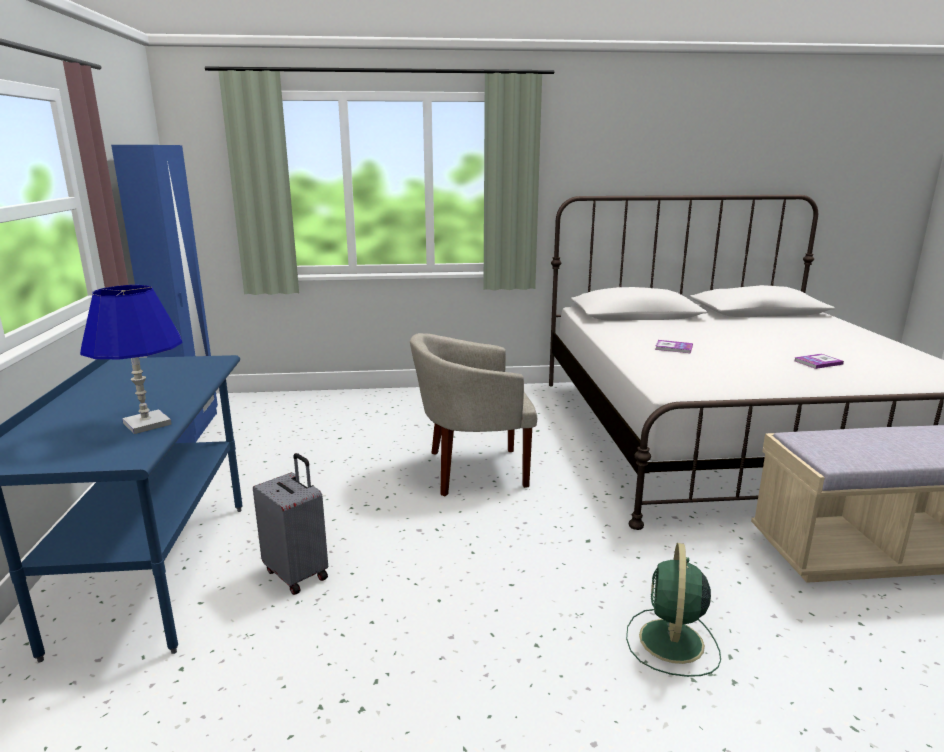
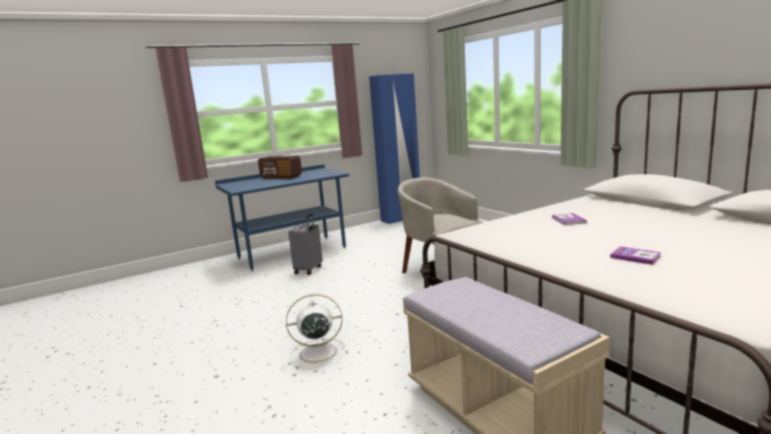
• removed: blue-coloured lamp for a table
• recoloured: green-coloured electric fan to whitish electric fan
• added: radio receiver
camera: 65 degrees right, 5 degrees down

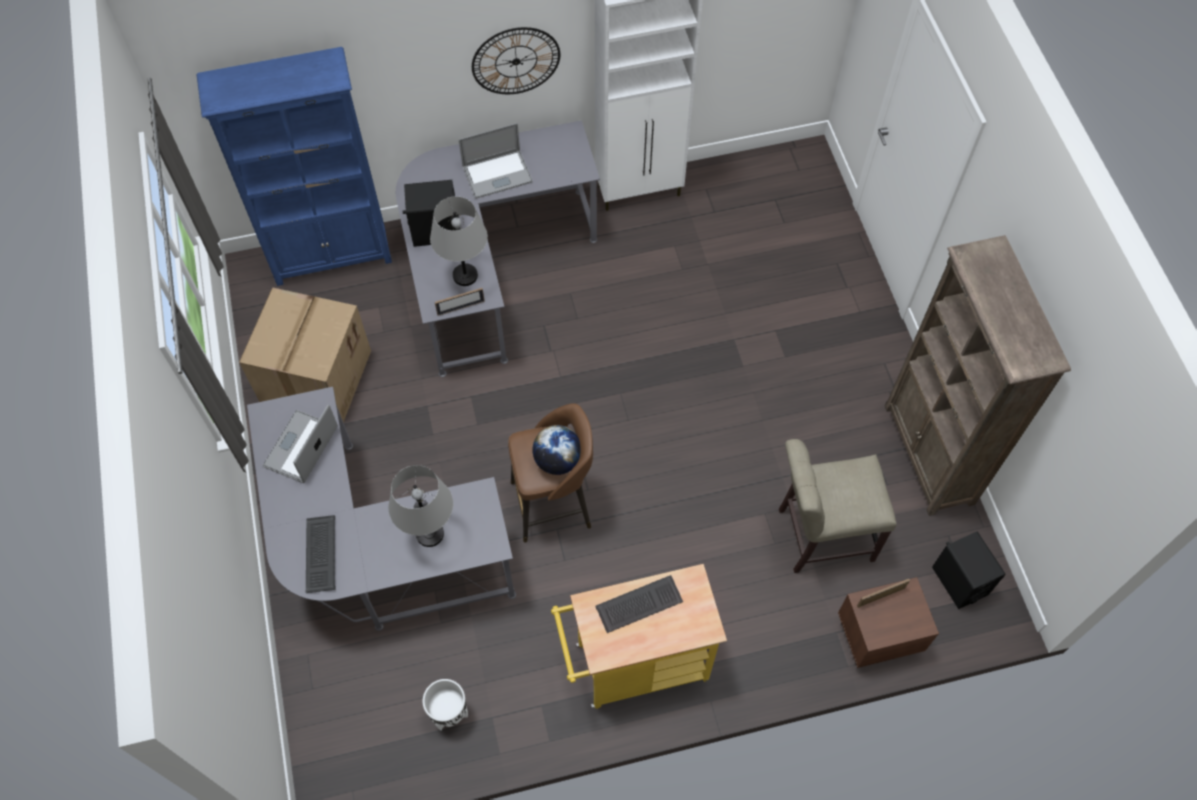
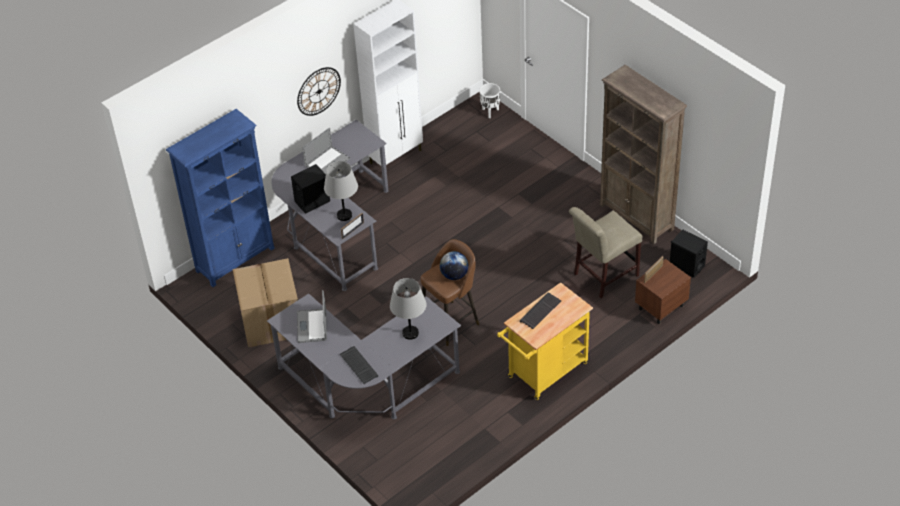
• moved: whitish plant pot
camera: 25 degrees left, 15 degrees down

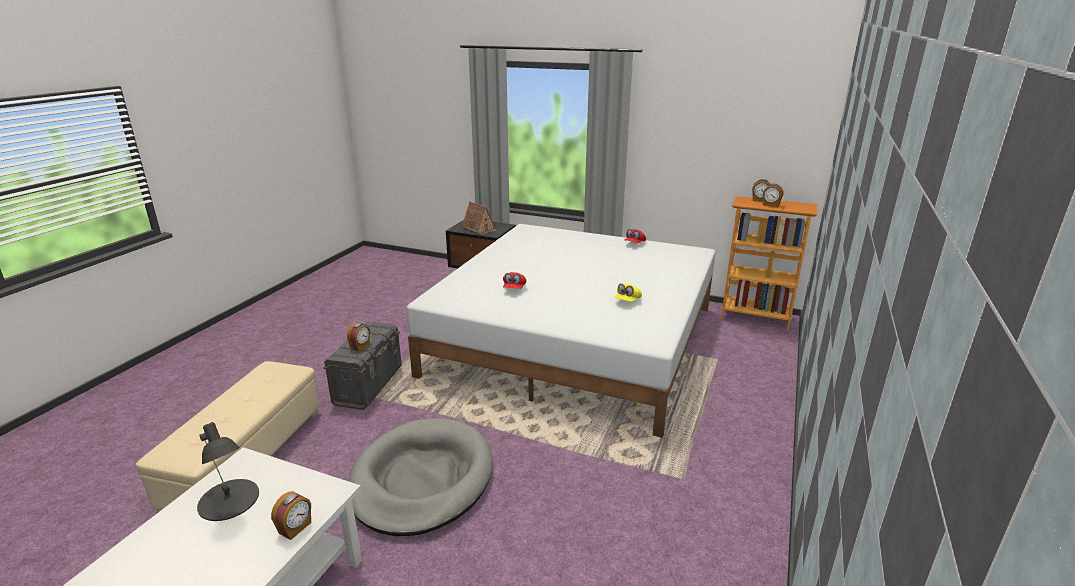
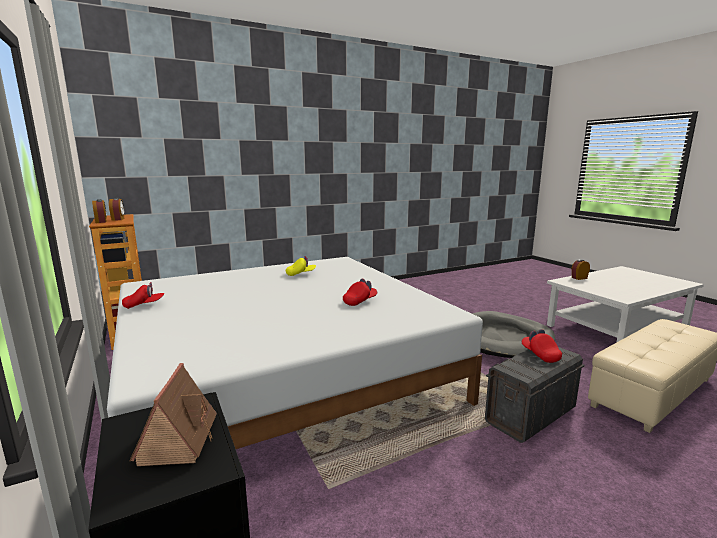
• replaced: bedside clock (2nd from left) to reddish cap (3rd from left)
• removed: blackish lamp for a table
camera: 140 degrees left, 10 degrees down

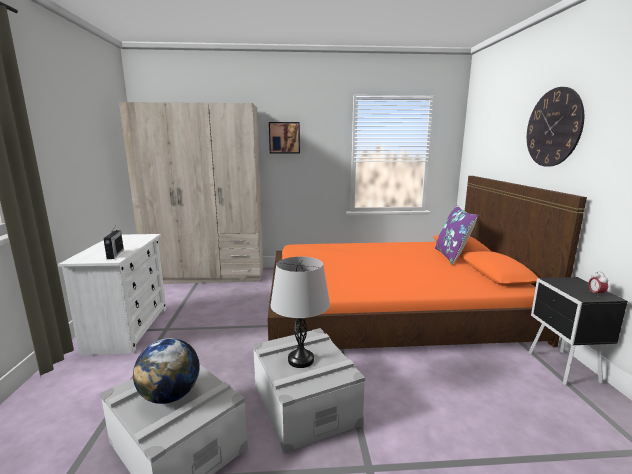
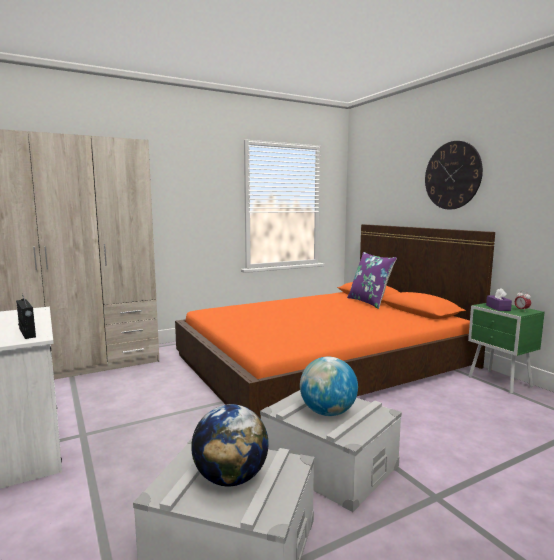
• removed: wall picture
• replaced: gray lamp for a table to globe (2nd from left)
• recoloured: blackish bedside table to green-coloured bedside table
• added: purplish tissue box
camera: 25 degrees left, 5 degrees down

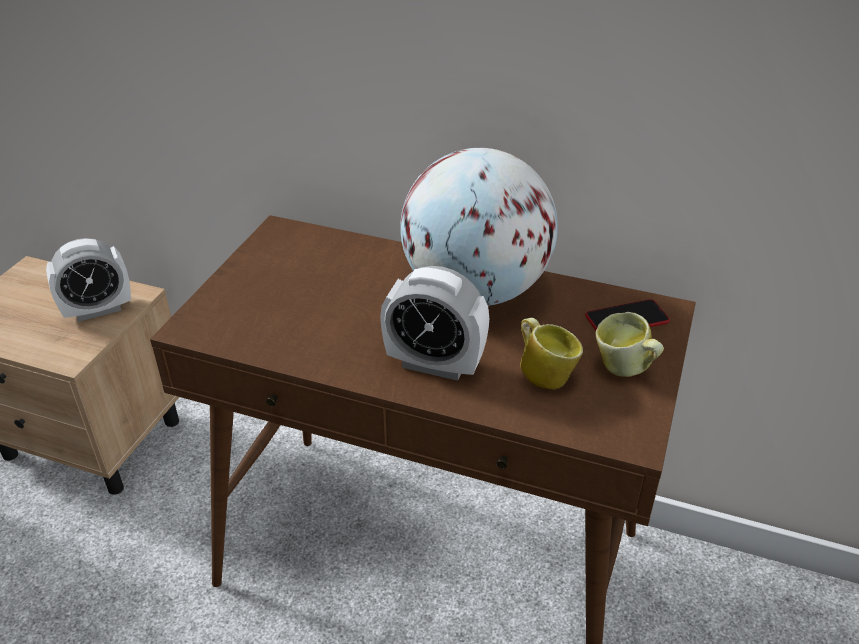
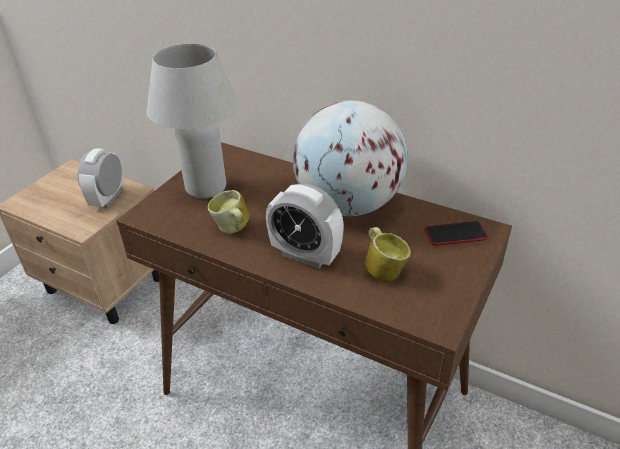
• turned: bedside clock (1st from left) 120 degrees clockwise
• moved: mug (2nd from left in the first image) to mug (1st from left)
• added: whitish lamp for a table
camera: 10 degrees right, 0 degrees up

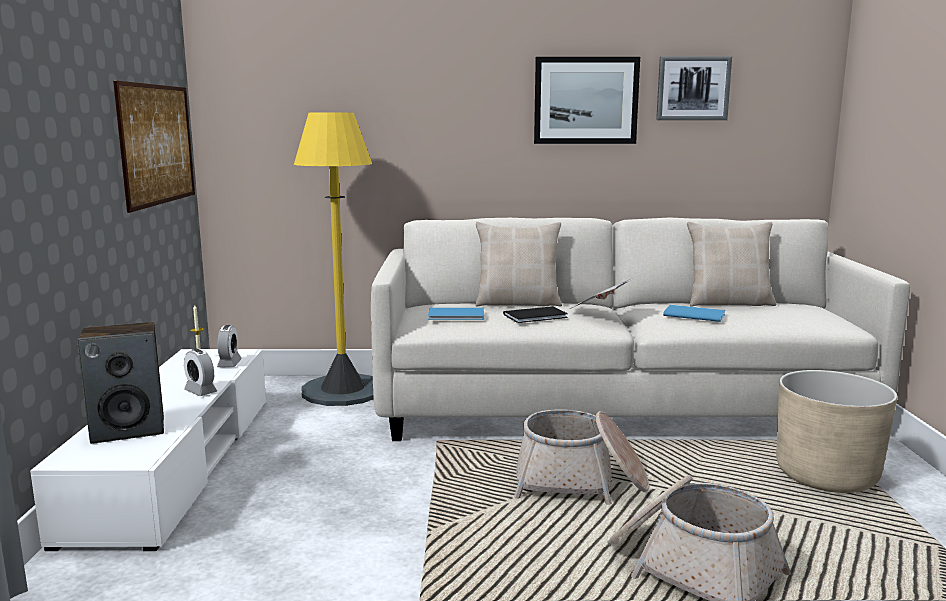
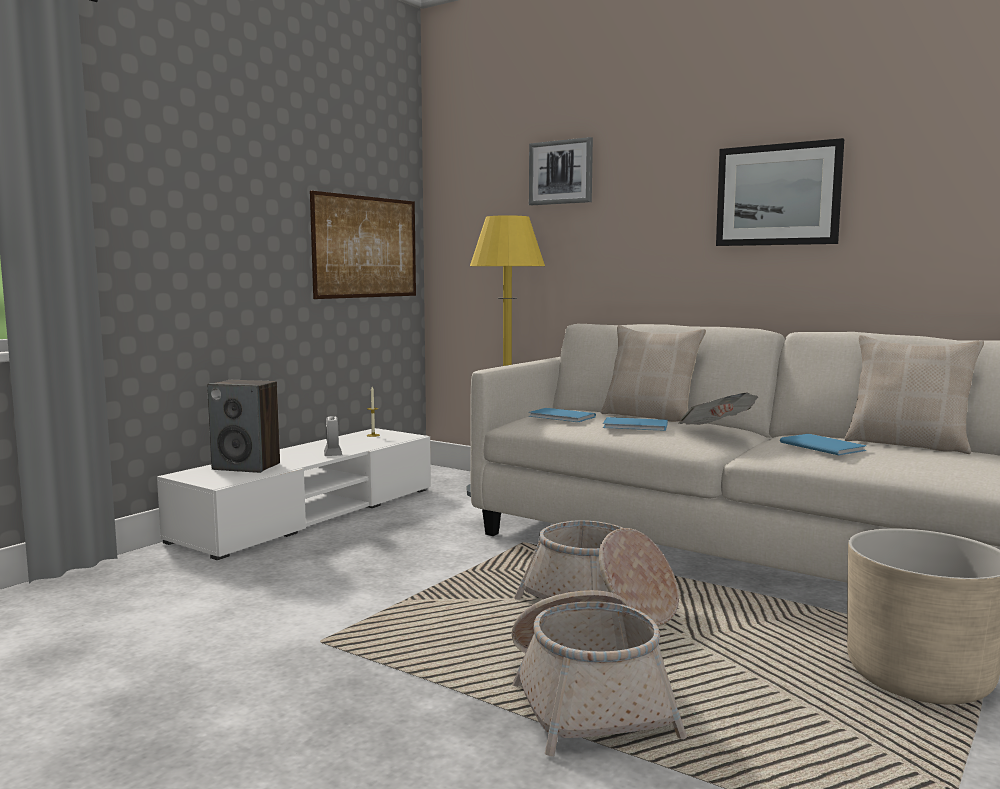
• moved: wall picture (3rd from left in the first image) to wall picture (2nd from left)
• recoloured: blackish bound book to blue-coloured bound book (2nd from left)
• removed: bedside clock (2nd from left)
camera: 35 degrees right, 5 degrees down

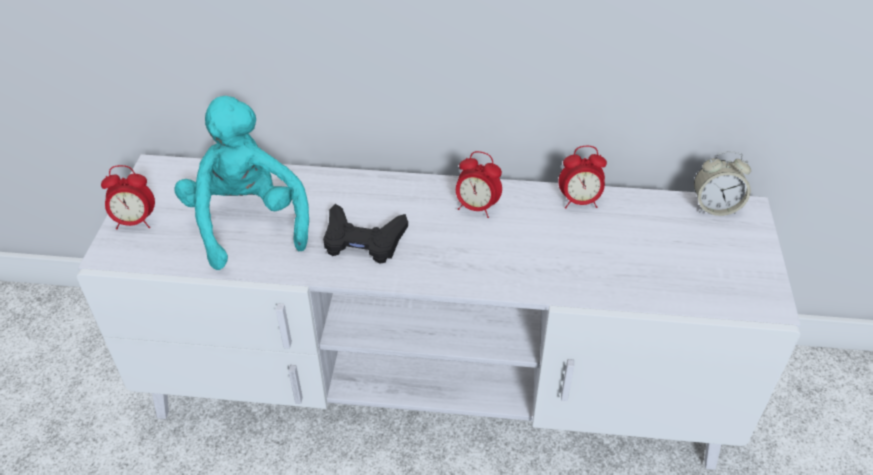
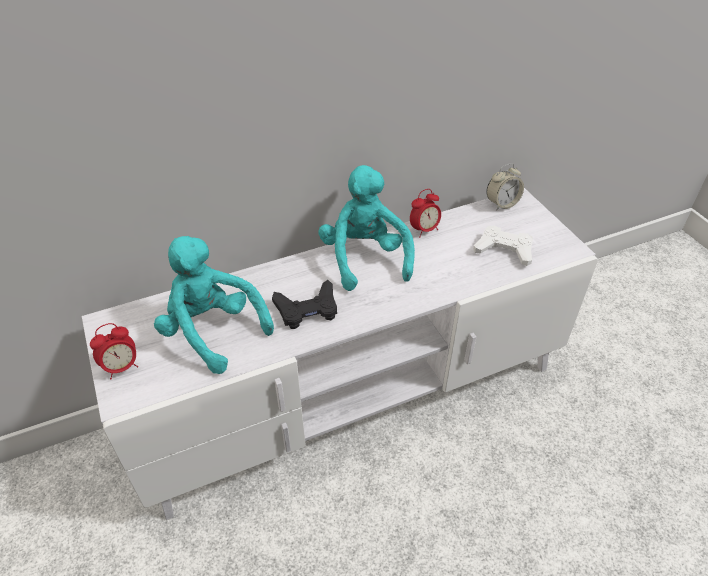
• replaced: bedside clock (2nd from left) to turquoise-coloured plush toy (2nd from left)
• added: whitish gamepad
camera: 30 degrees left, 0 degrees up

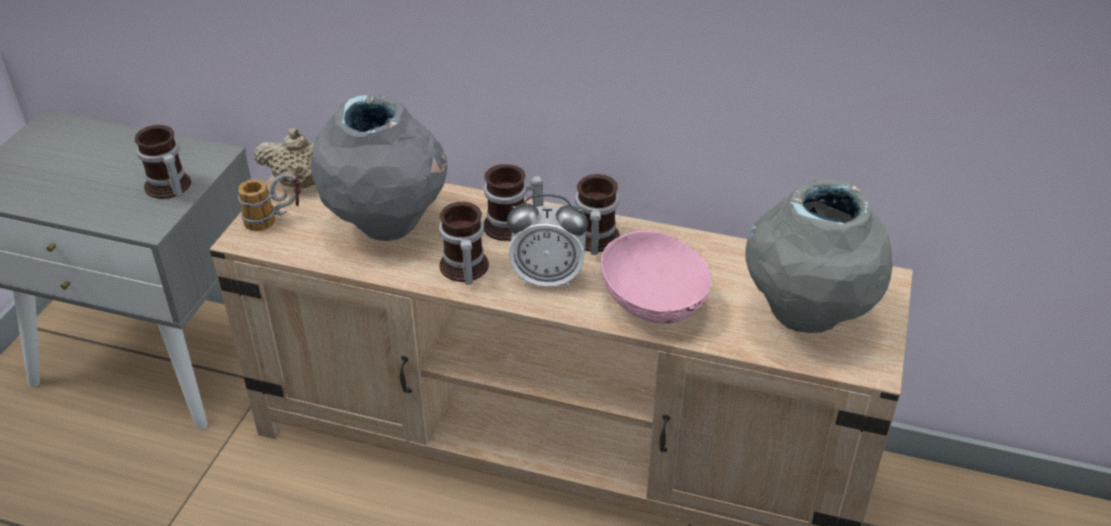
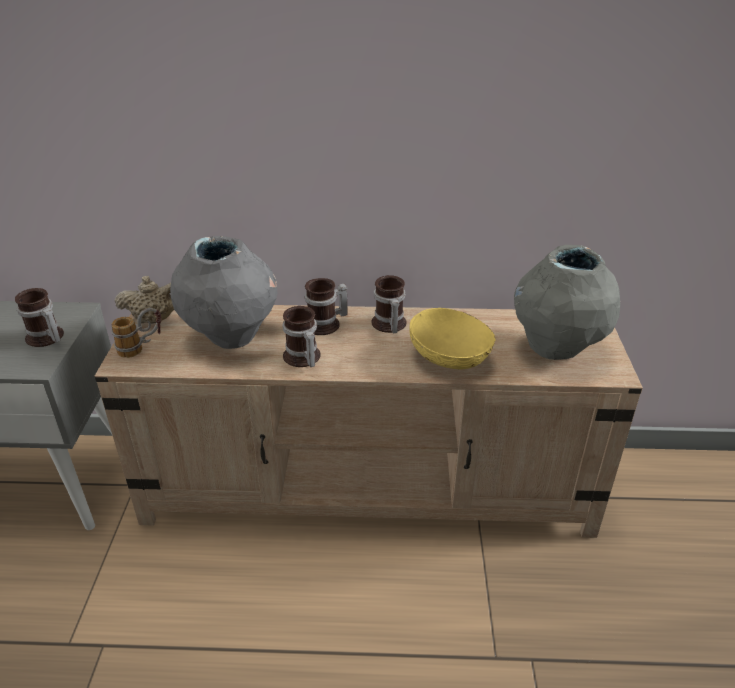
• removed: bedside clock
• recoloured: pinkish bowl to yellow bowl
camera: 15 degrees left, 5 degrees down

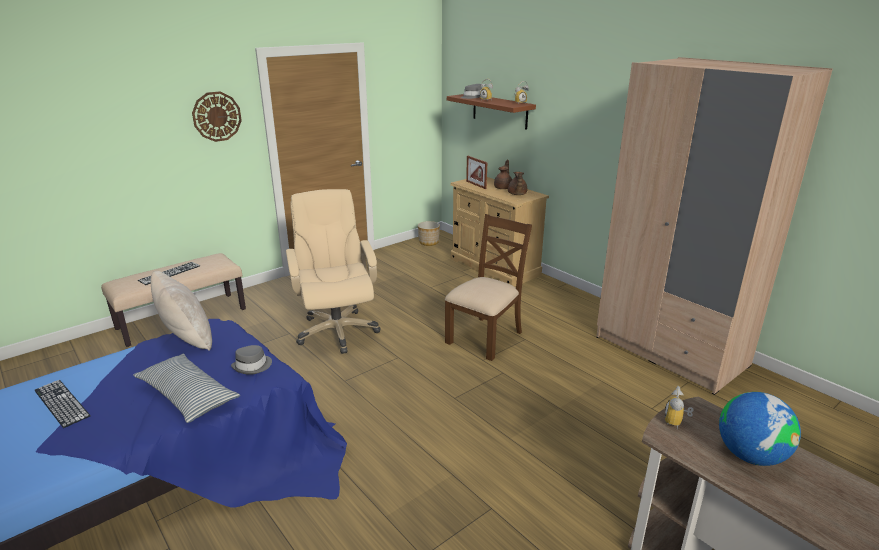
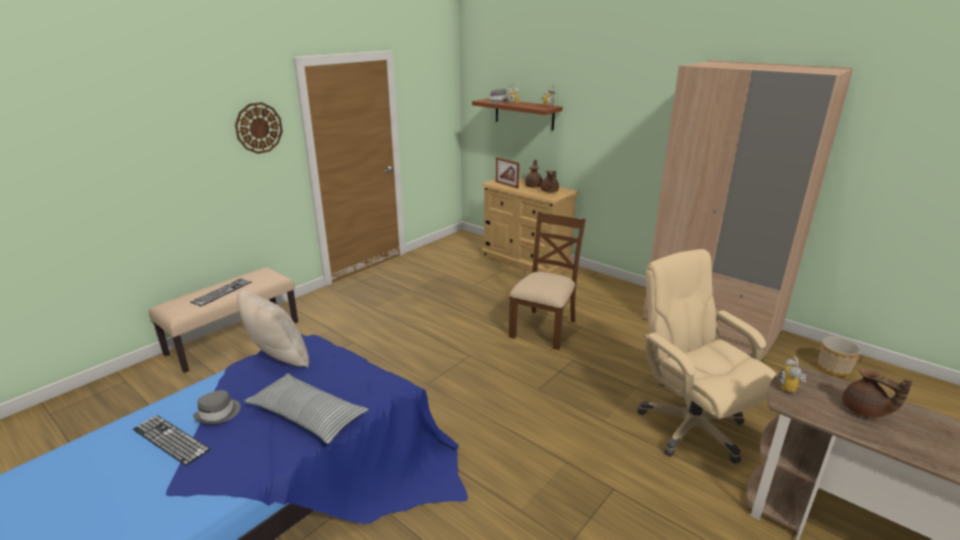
• moved: sand-coloured office chair
• moved: plant pot
• moved: gray clothing hat (1st from left)
• replaced: globe to brown pot for tea (3rd from left)
camera: 10 degrees left, 0 degrees up

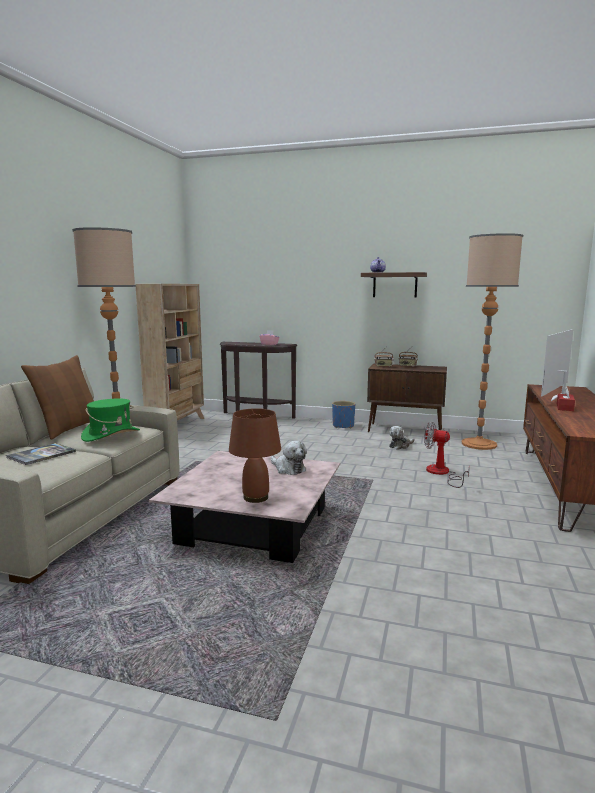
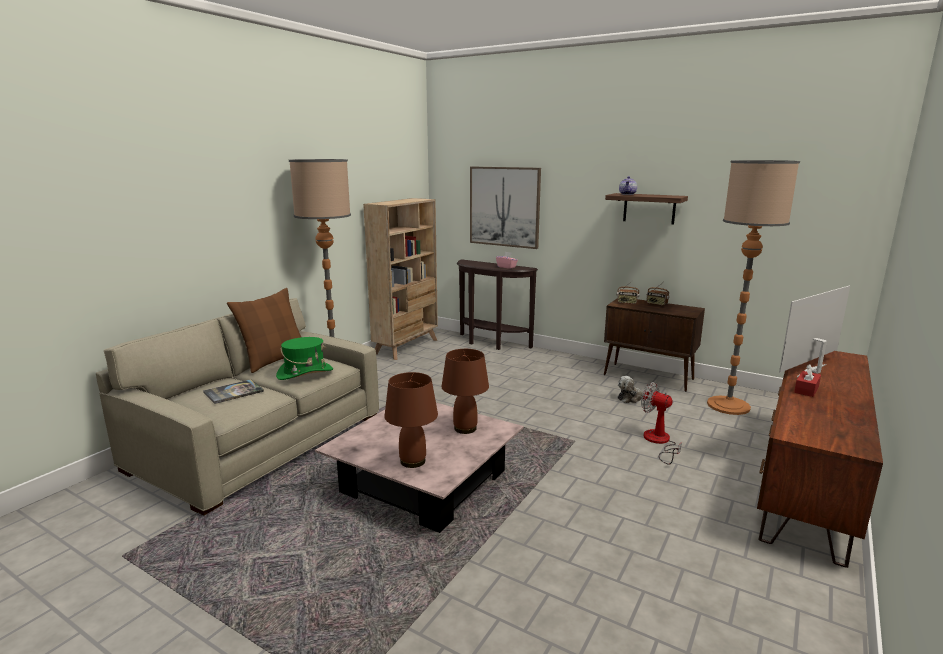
• removed: blue-coloured plant pot
• replaced: plush toy (1st from left) to brown lamp for a table (2nd from left)
• added: wall picture
camera: 15 degrees right, 5 degrees up

